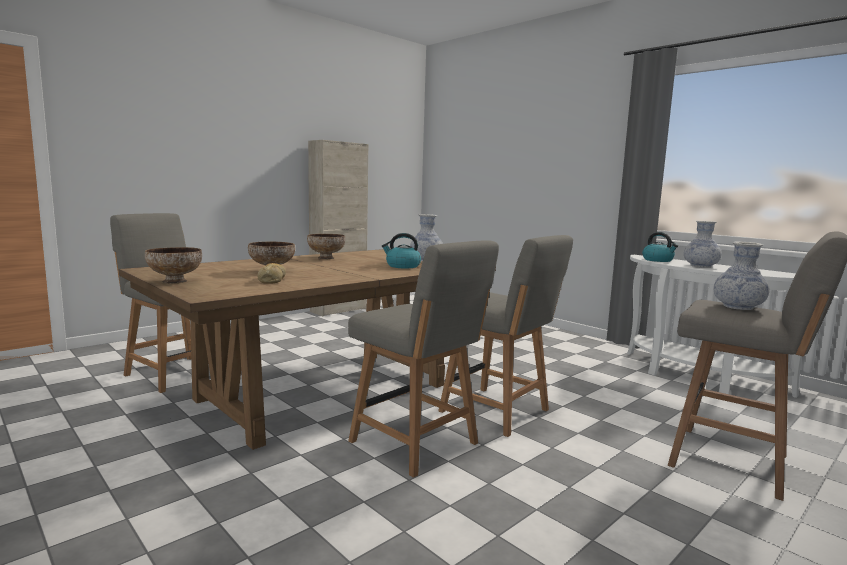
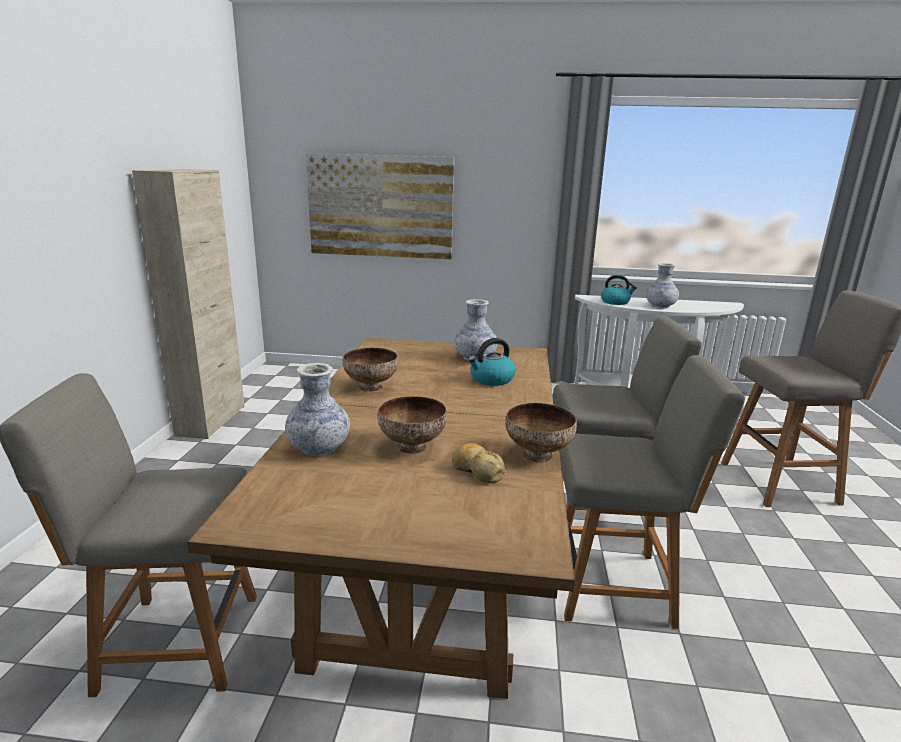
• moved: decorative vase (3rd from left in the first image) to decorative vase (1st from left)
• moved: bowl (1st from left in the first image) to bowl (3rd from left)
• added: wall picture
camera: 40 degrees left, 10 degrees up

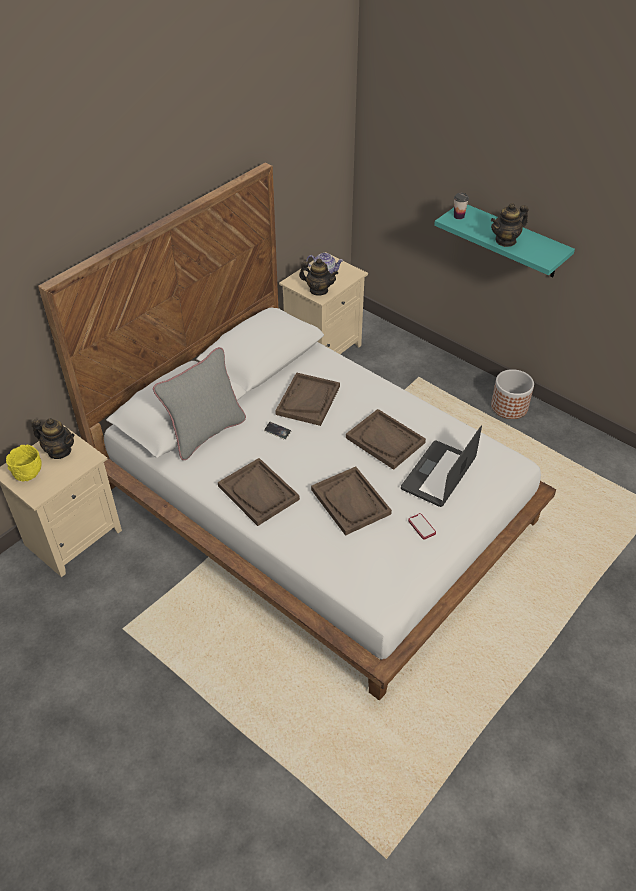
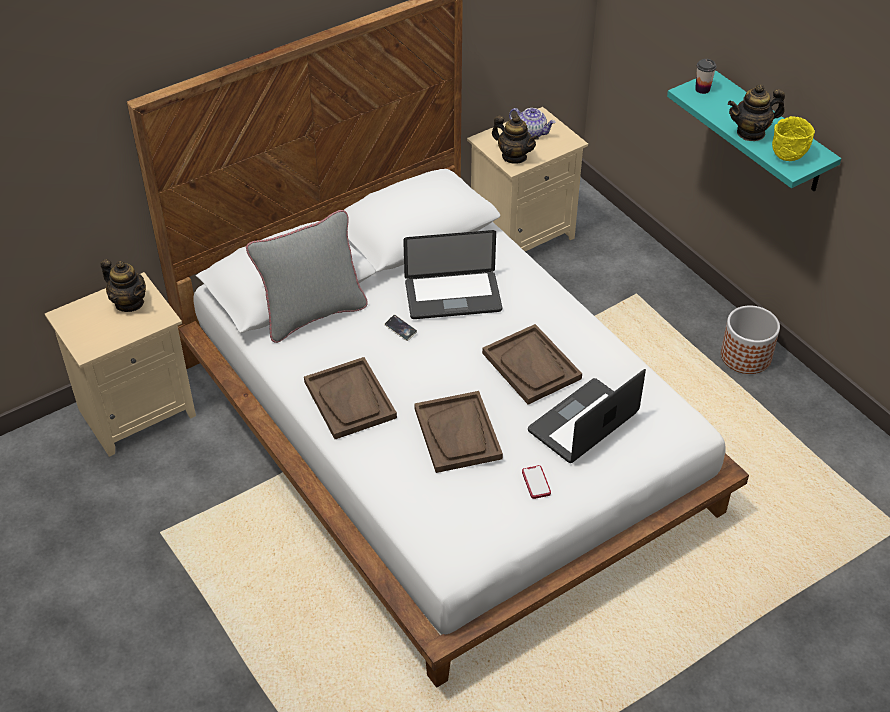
• replaced: brown carrying tray (2nd from left) to laptop (1st from left)
• moved: yellow bowl
camera: 15 degrees right, 0 degrees up

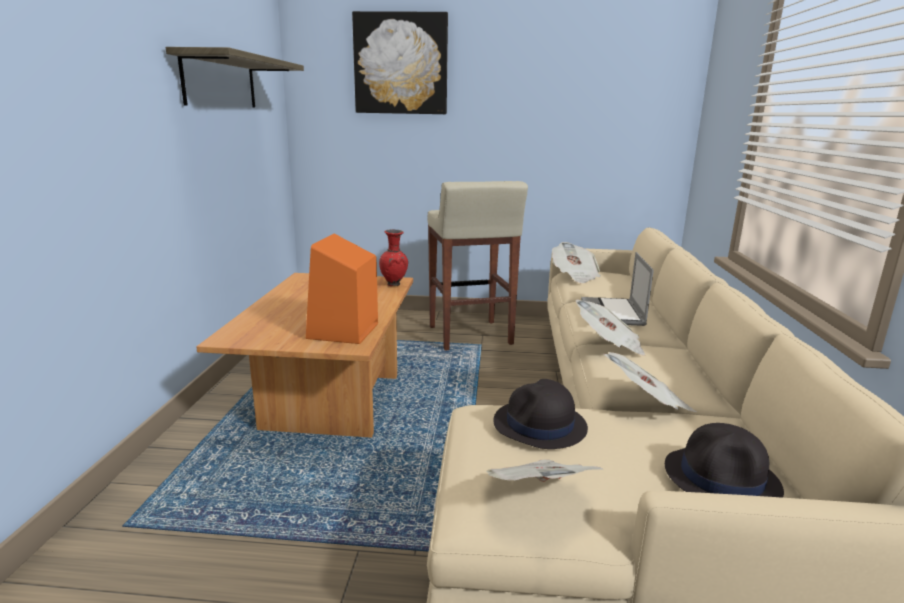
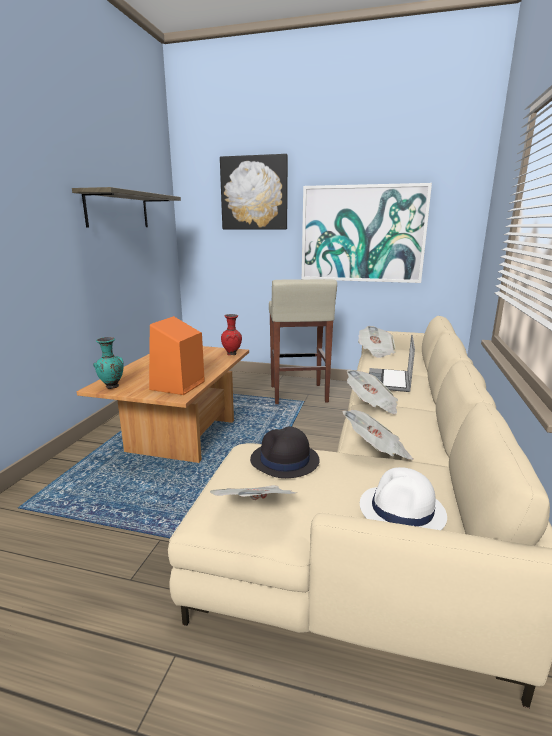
• recoloured: blackish clothing hat (2nd from left) to whitish clothing hat
• added: wall picture (2nd from left)
• added: turquoise-coloured decorative vase
camera: 10 degrees right, 0 degrees up

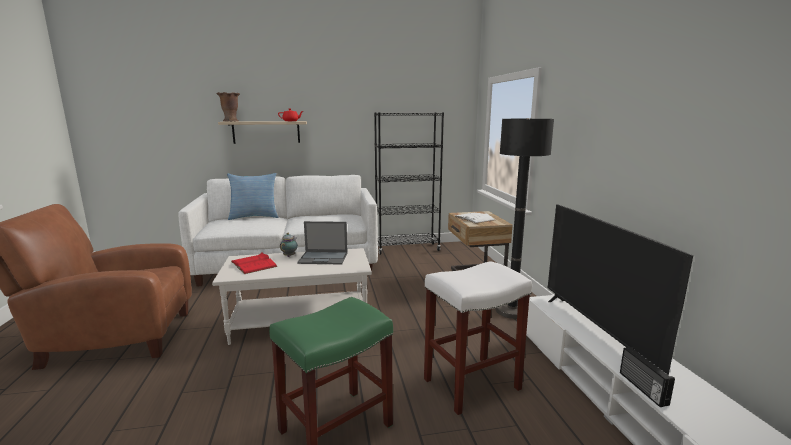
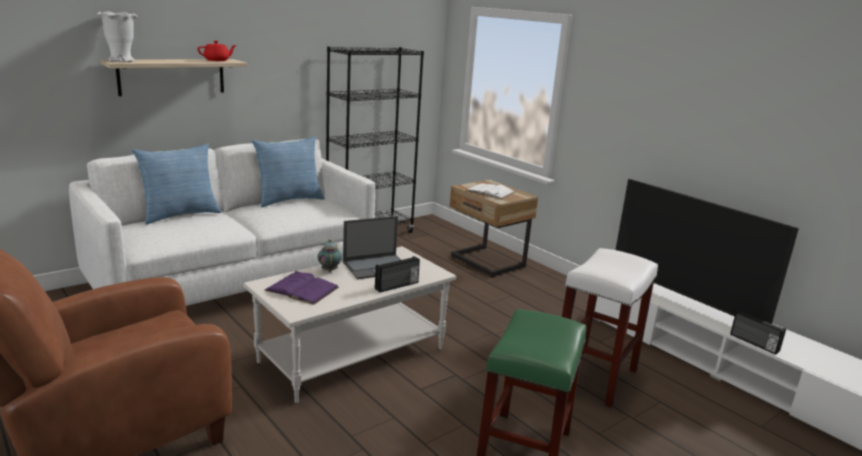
• recoloured: brown decorative vase to whitish decorative vase
• removed: blackish standard lamp
• recoloured: reddish bound book to purplish bound book
• added: pillow (2nd from left)
• added: radio receiver (1st from left)
camera: 30 degrees left, 5 degrees up

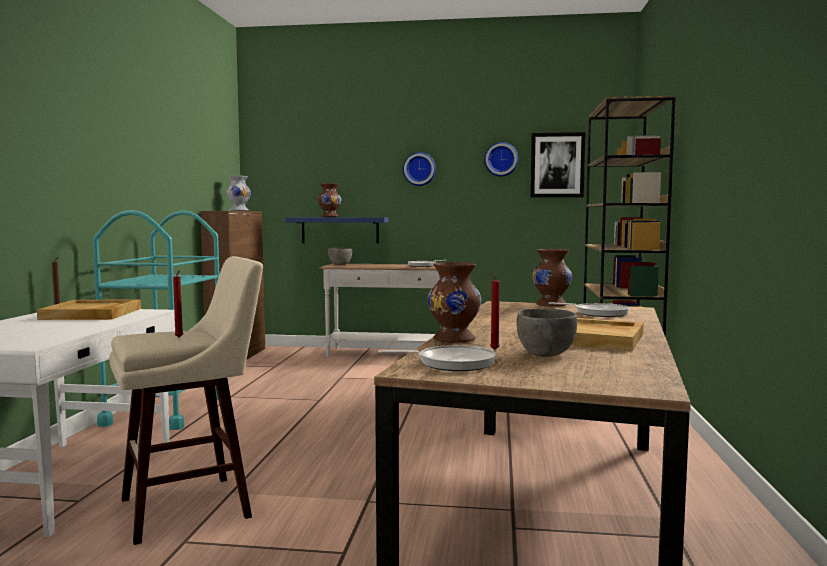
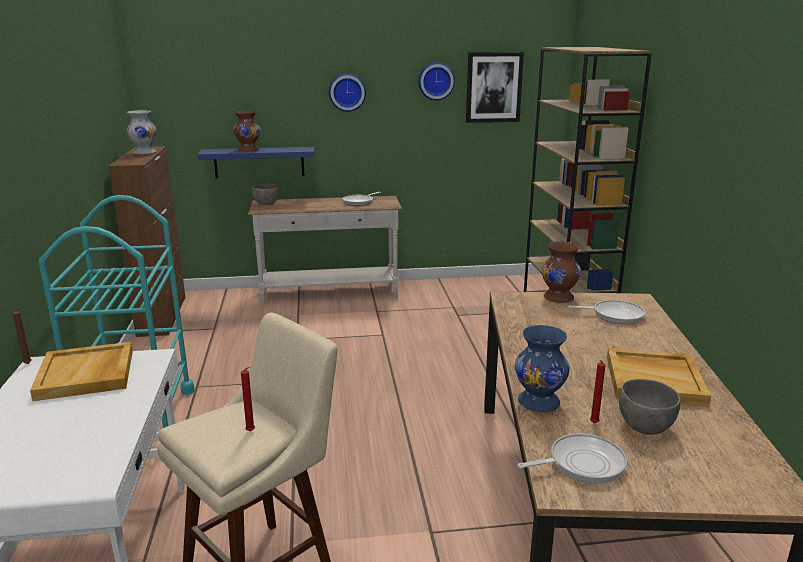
• recoloured: brown decorative vase (2nd from left) to blue-coloured decorative vase
camera: 15 degrees left, 15 degrees up

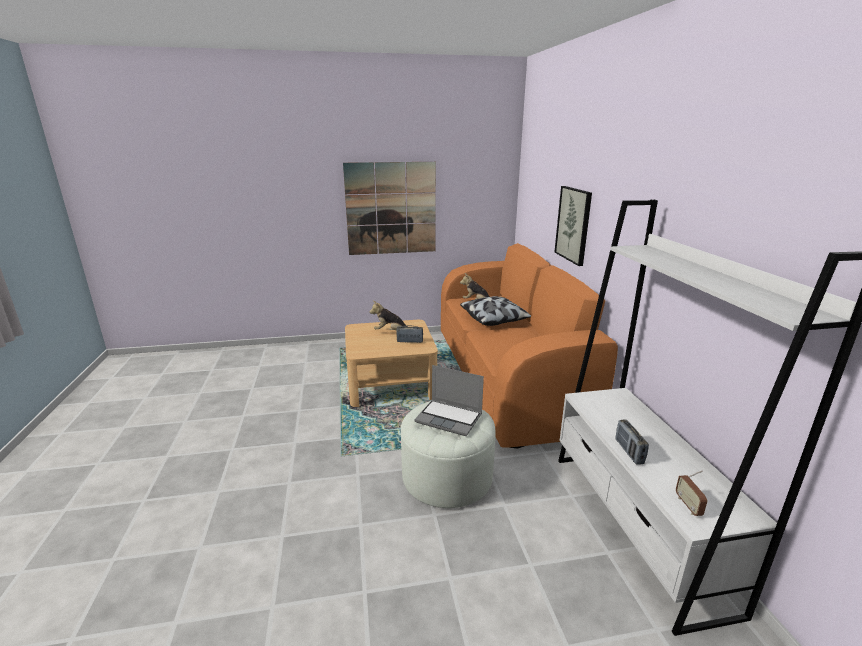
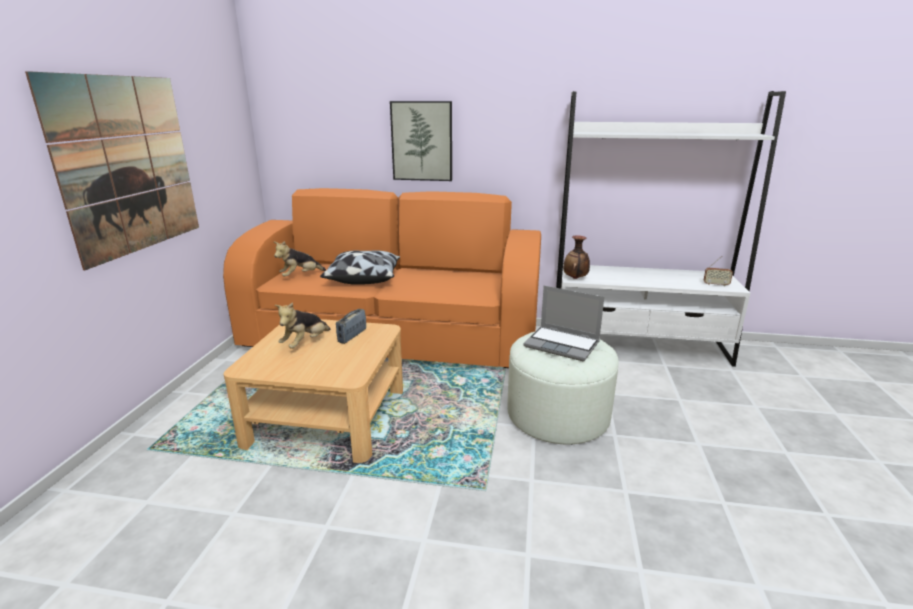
• turned: laptop 75 degrees clockwise
• removed: radio receiver (2nd from left)
• added: decorative vase
camera: 70 degrees left, 0 degrees up

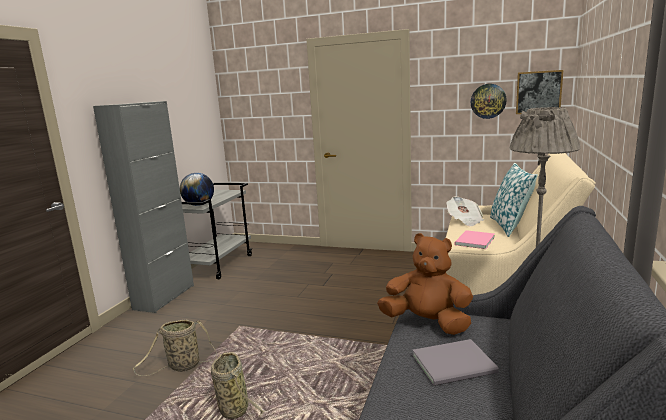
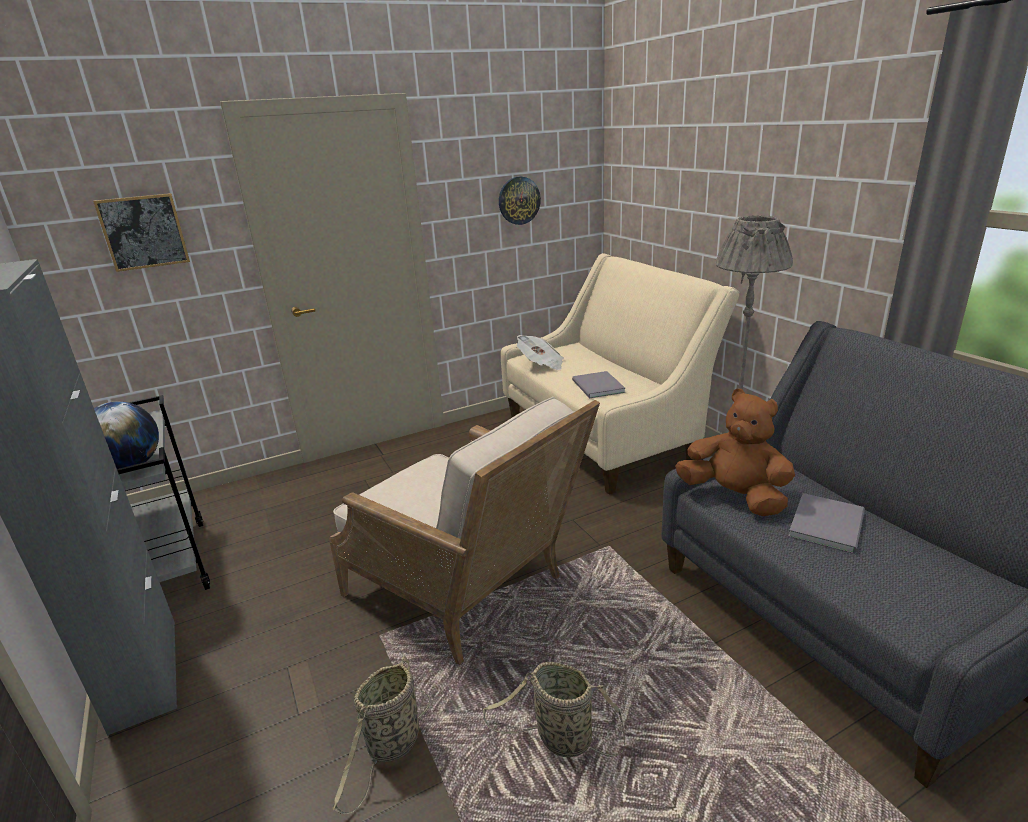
• moved: wall picture
• removed: pillow
• recoloured: pinkish bound book to gray bound book (1st from left)
• turned: brown plush toy 60 degrees clockwise
• added: sand-coloured lounge chair
camera: 45 degrees left, 10 degrees up

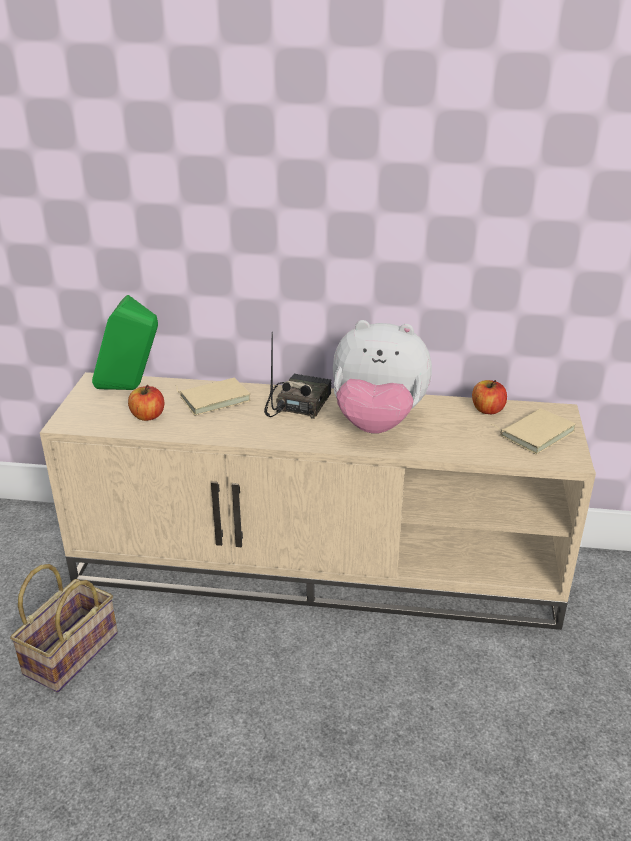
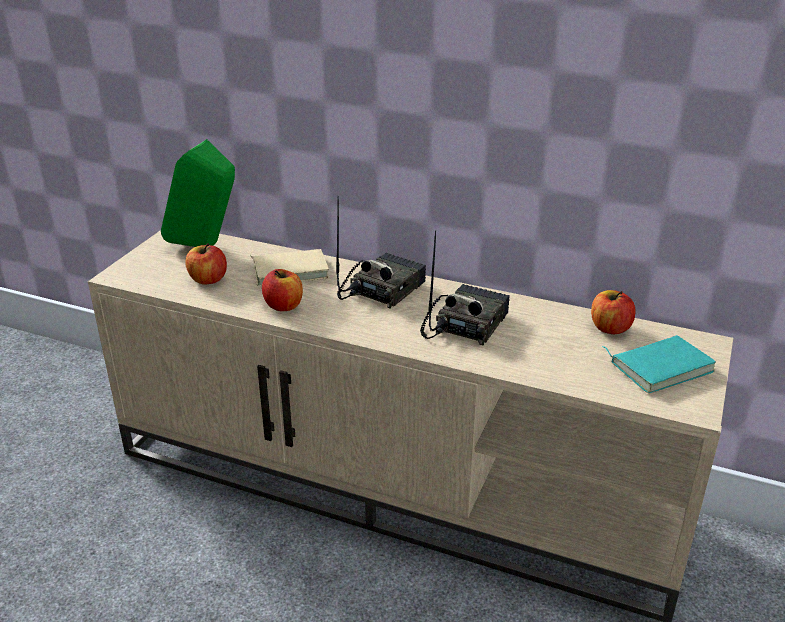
• replaced: plush toy to radio receiver (2nd from left)
• recoloured: sand-coloured bound book (2nd from left) to turquoise-coloured bound book
• removed: household basket
• added: apple fruit (2nd from left)
camera: 15 degrees right, 0 degrees up

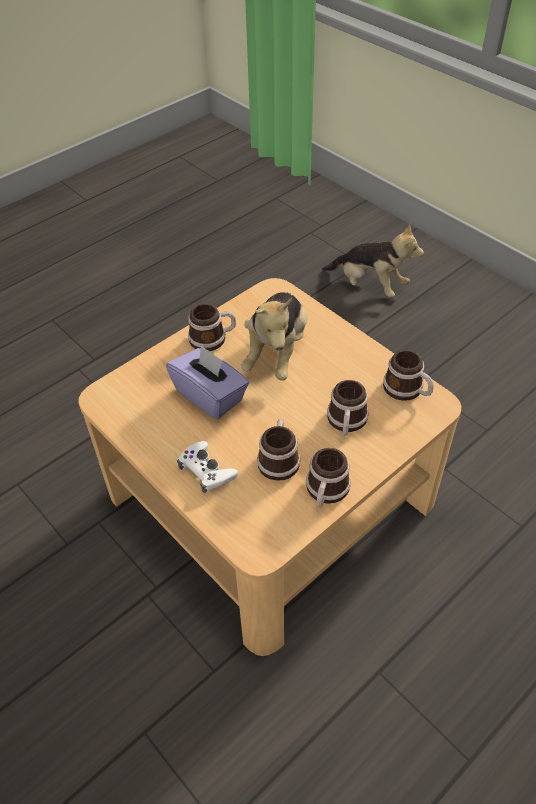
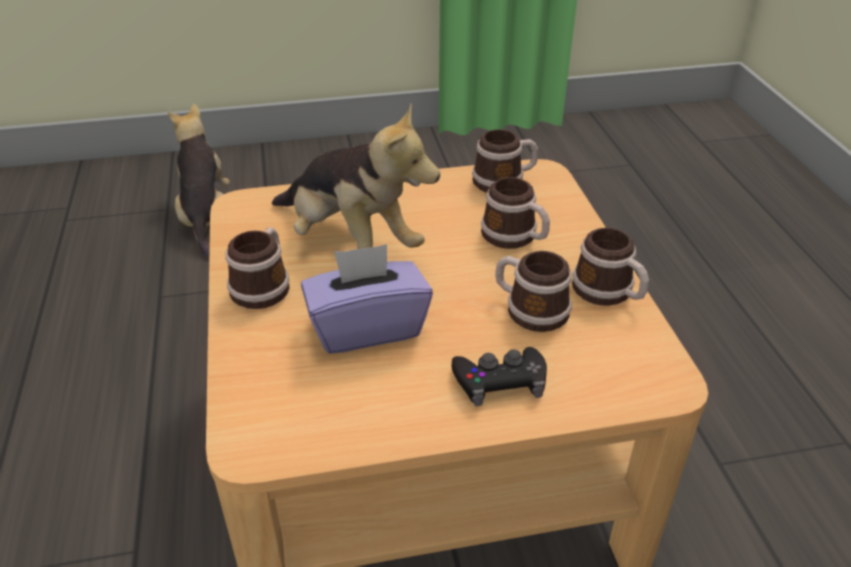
• turned: plush toy (2nd from left in the first image) 75 degrees counterclockwise
• recoloured: whitish gamepad to blackish gamepad
camera: 60 degrees left, 10 degrees down

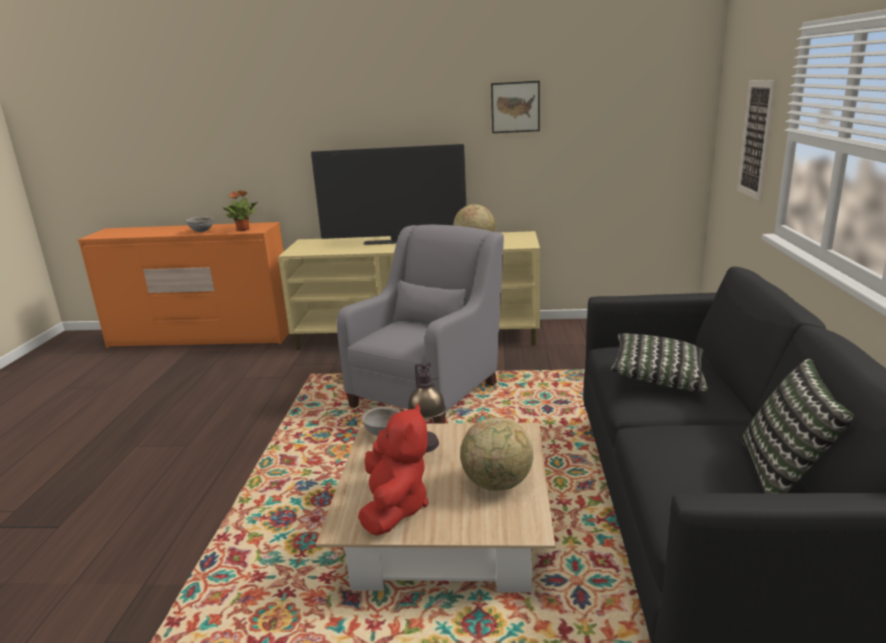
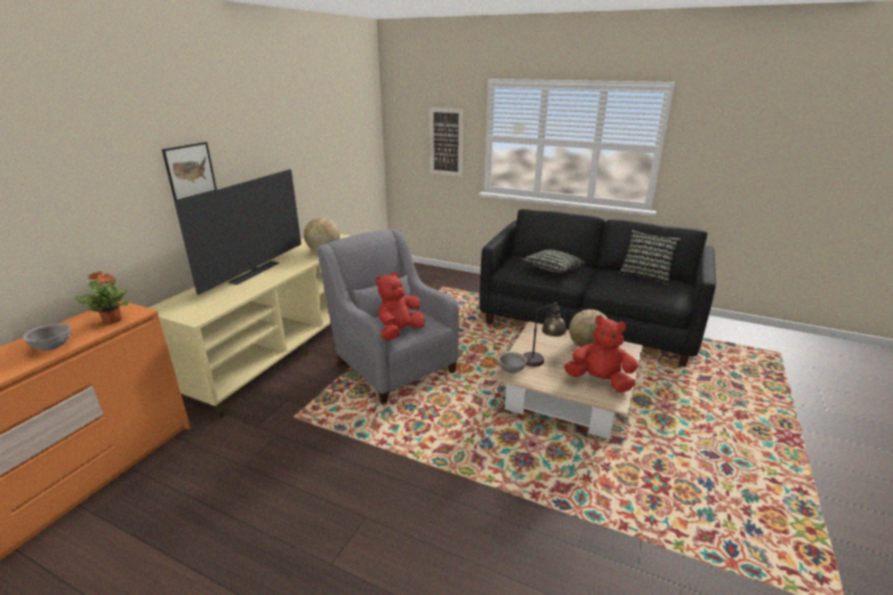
• moved: wall picture (1st from left)
• added: reddish plush toy (1st from left)
camera: 70 degrees left, 5 degrees up

